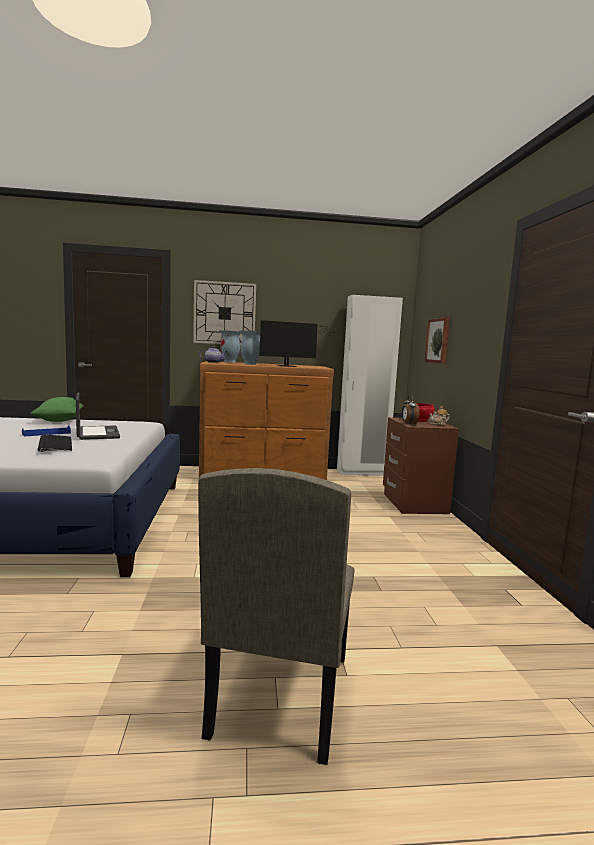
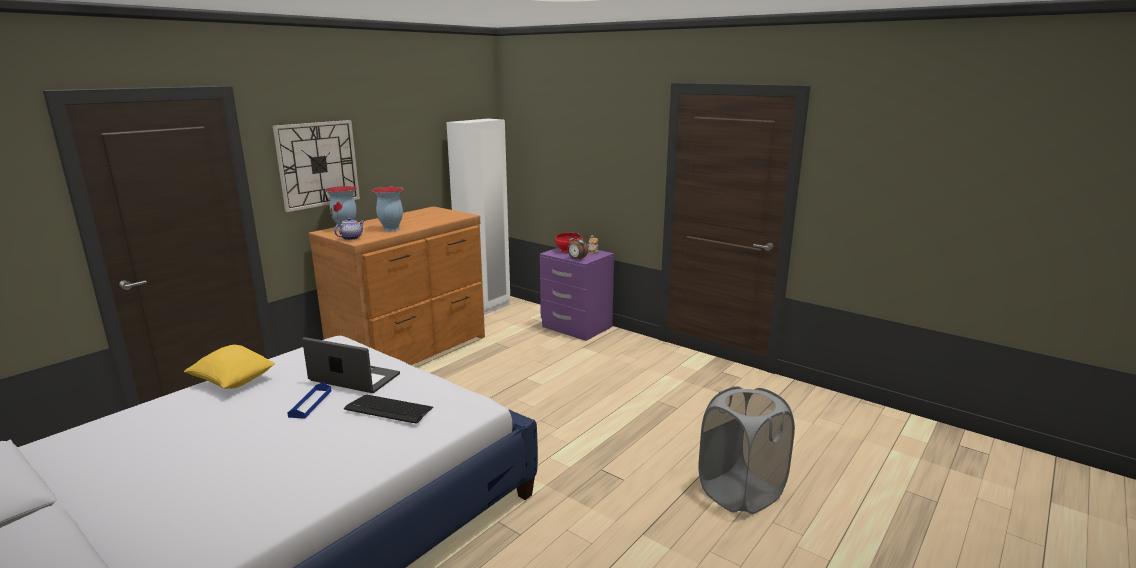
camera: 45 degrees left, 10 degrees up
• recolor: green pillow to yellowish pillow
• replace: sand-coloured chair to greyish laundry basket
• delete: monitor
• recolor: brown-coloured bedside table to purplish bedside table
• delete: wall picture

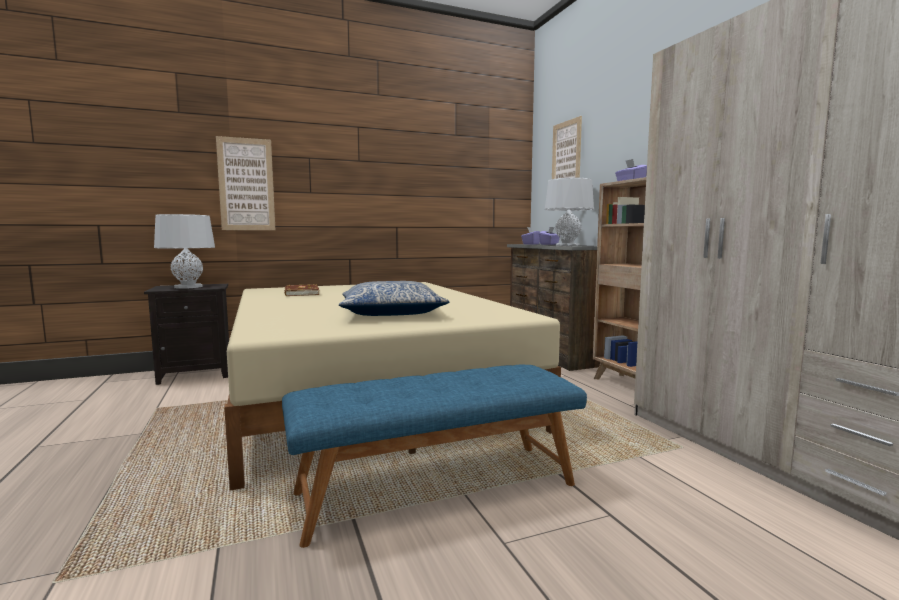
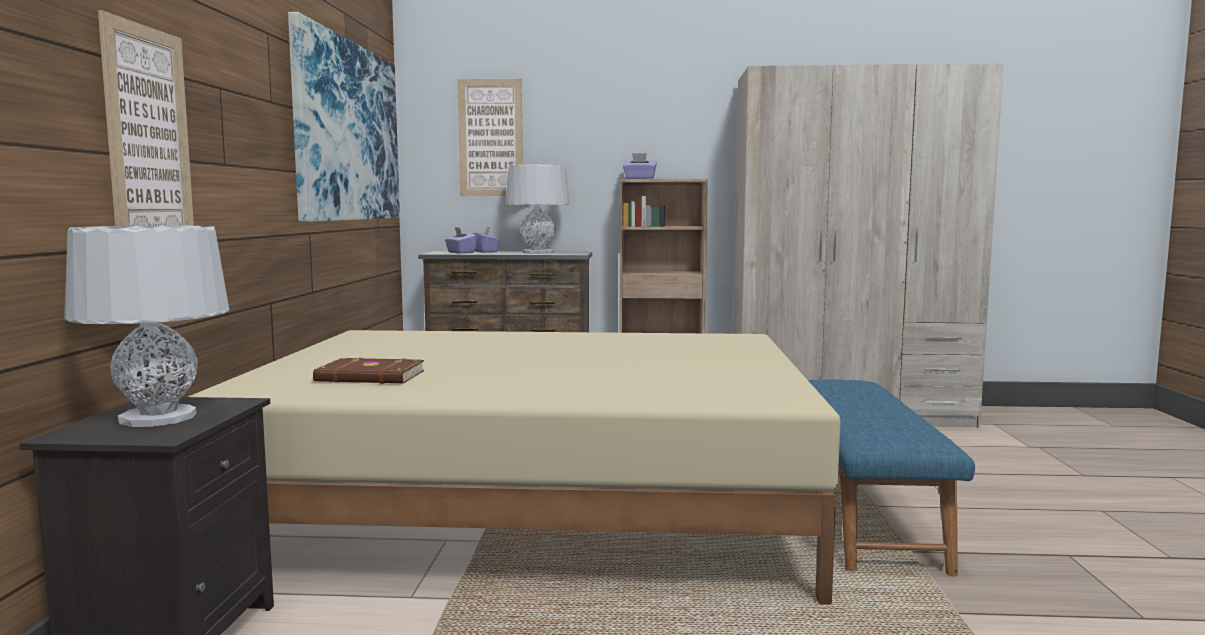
camera: 65 degrees left, 0 degrees up
• delete: pillow
• insert: wall picture (2nd from left)

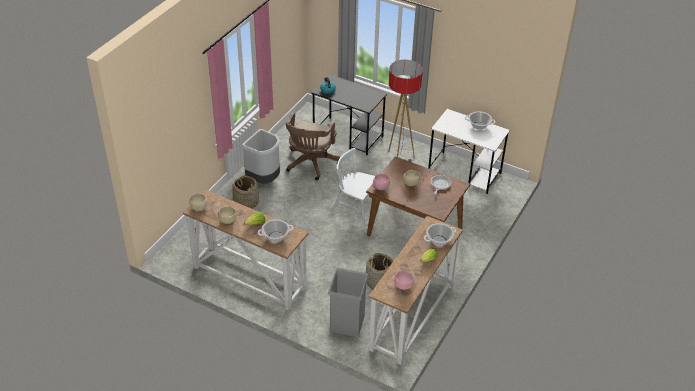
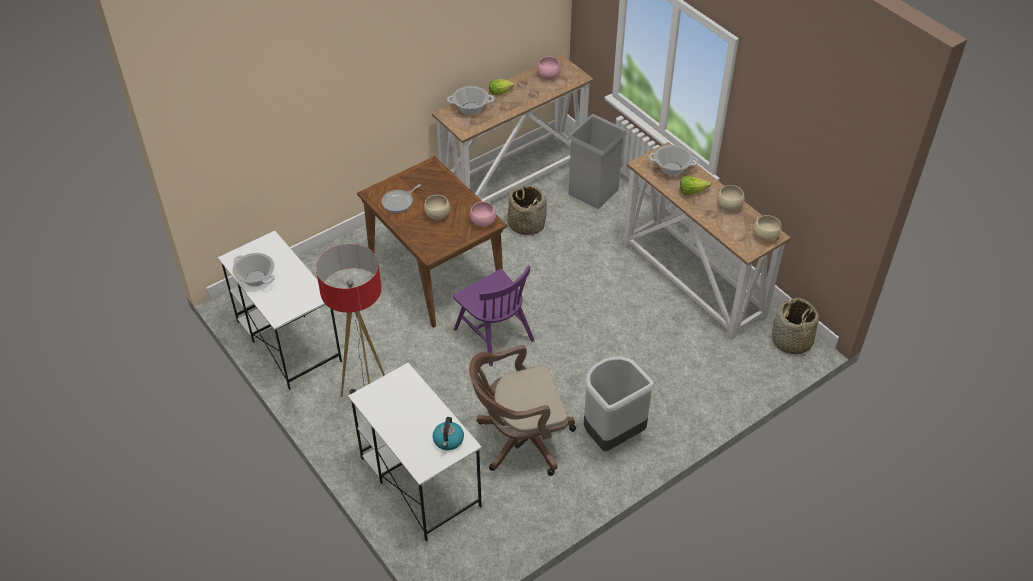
camera: 155 degrees left, 5 degrees up
• move: basket (1st from left in the first image) to basket (2nd from left)
• rotate: brown-coloured office chair 150 degrees counterclockwise
• recolor: black desk unit to whitish desk unit (2nd from left)
• recolor: whitish chair to purplish chair

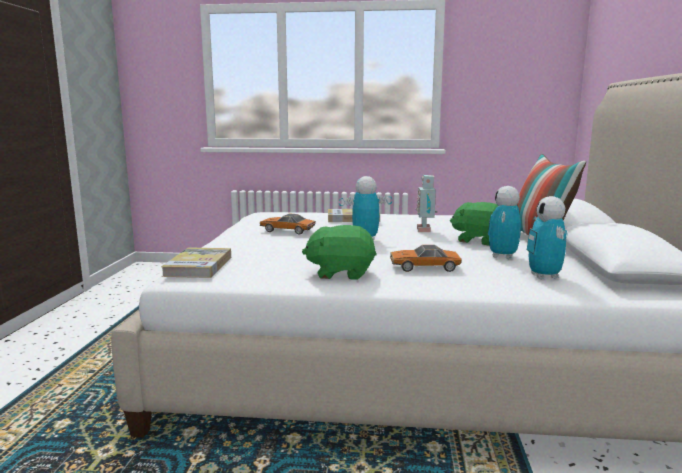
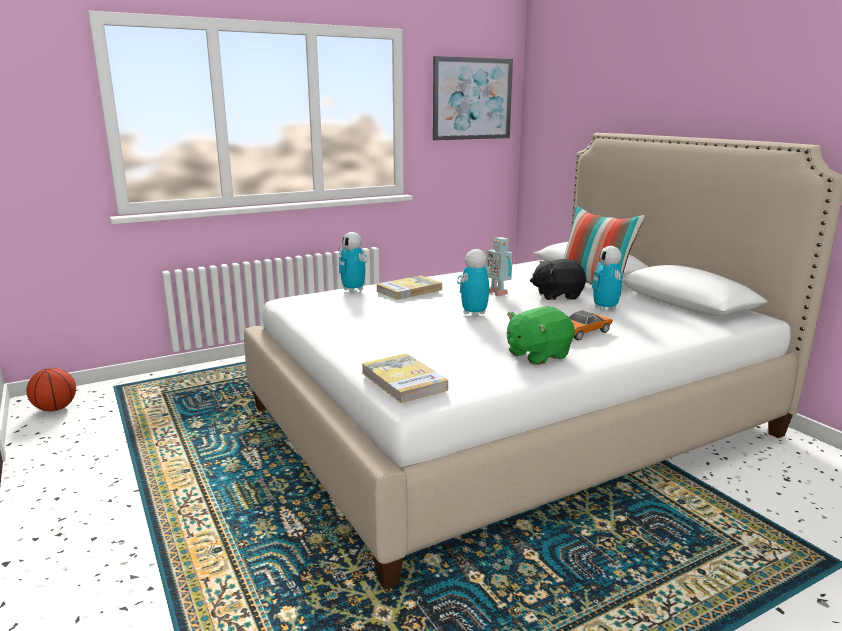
camera: 35 degrees left, 5 degrees up
• delete: miniature car (1st from left)
• recolor: green cuddly toy (2nd from left) to black cuddly toy
• move: toy robot (4th from left in the first image) to toy robot (1st from left)
• insert: basketball
• insert: wall picture

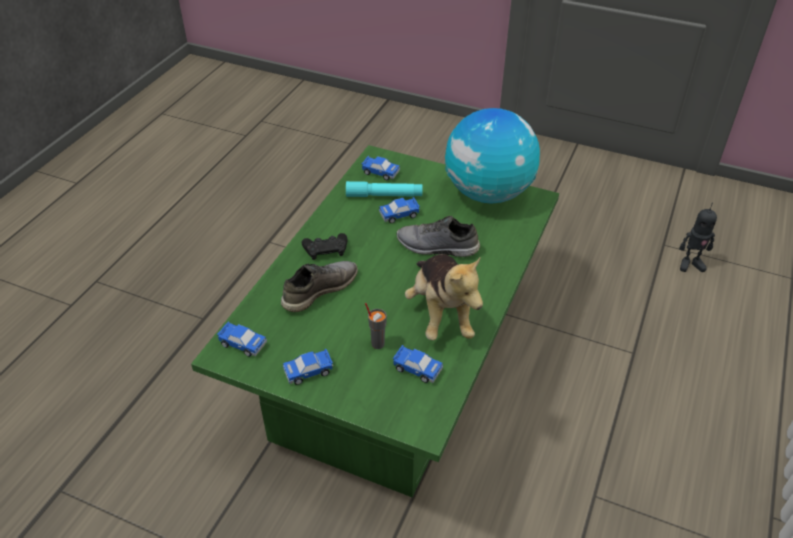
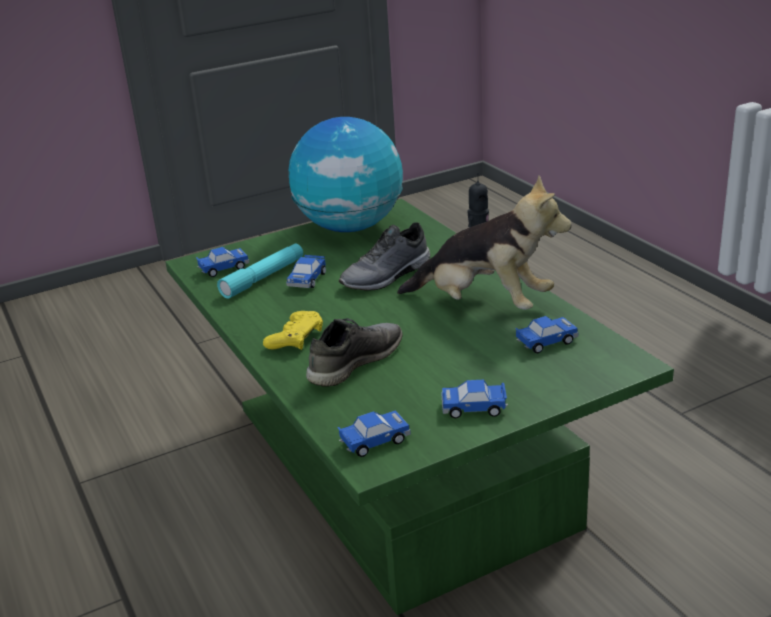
camera: 50 degrees left, 15 degrees down
• rotate: greyish shoe (1st from left) 45 degrees clockwise
• rotate: miniature car (2nd from left in the first image) 75 degrees clockwise
• recolor: black joypad to yellowish joypad
• delete: greyish cup

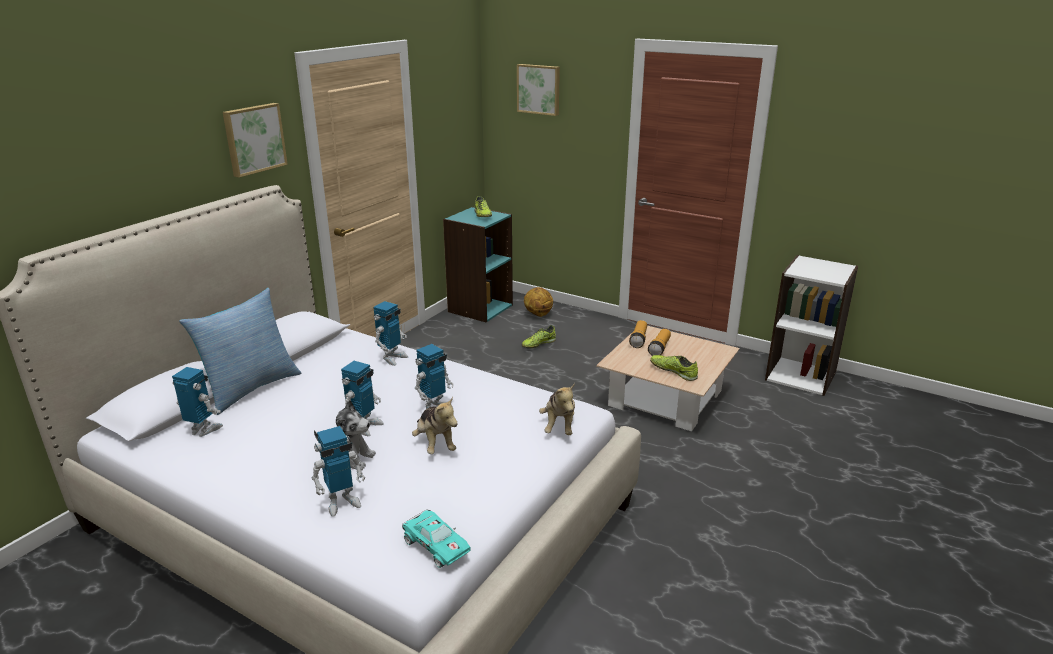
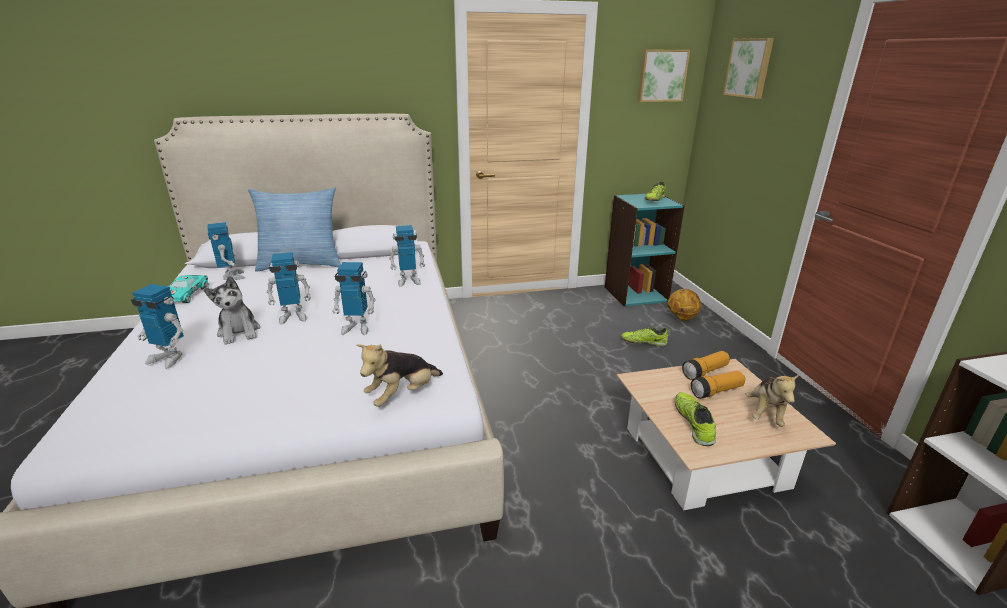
camera: 45 degrees right, 0 degrees up
• move: wall picture (1st from left)
• move: turquoise-coloured miniature car
• move: cuddly toy (2nd from left in the first image) to cuddly toy (3rd from left)

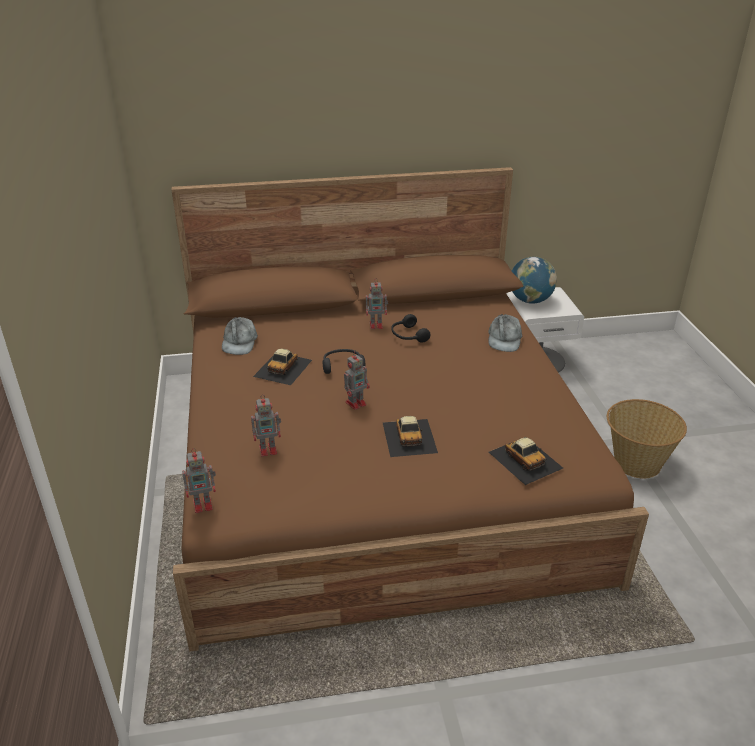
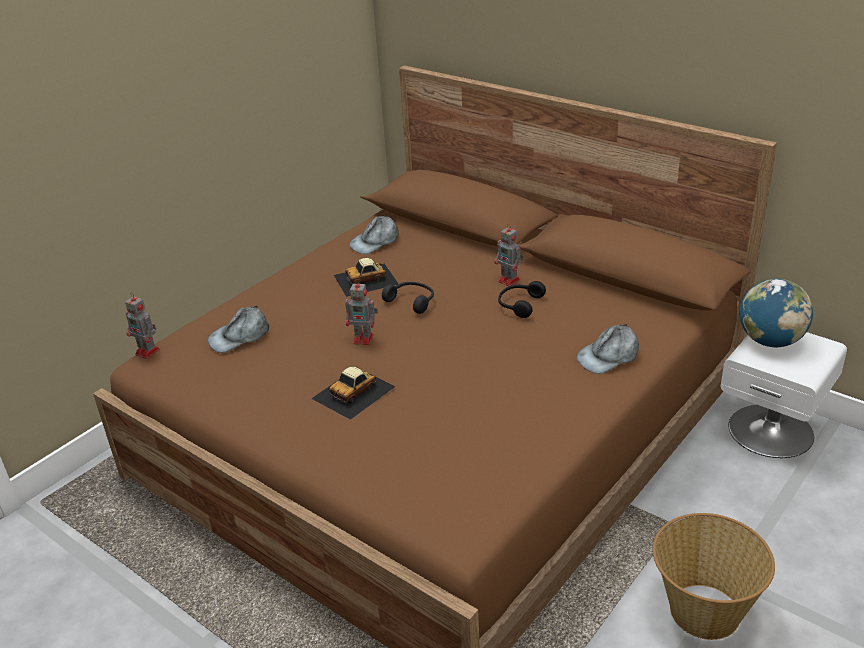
camera: 50 degrees right, 0 degrees up
• replace: toy robot (2nd from left) to greyish cap (1st from left)
• delete: miniature car (3rd from left)

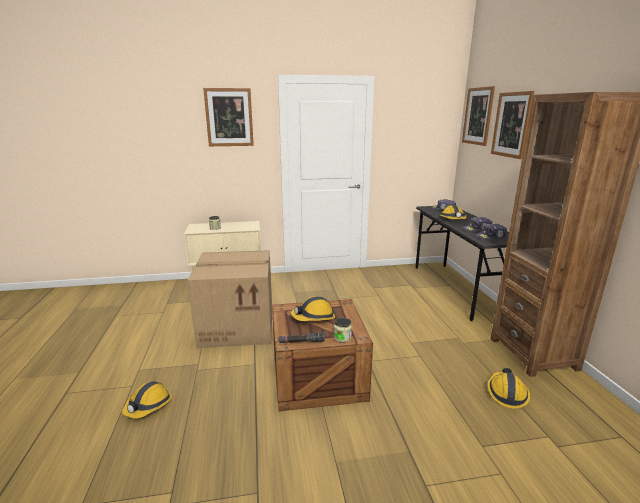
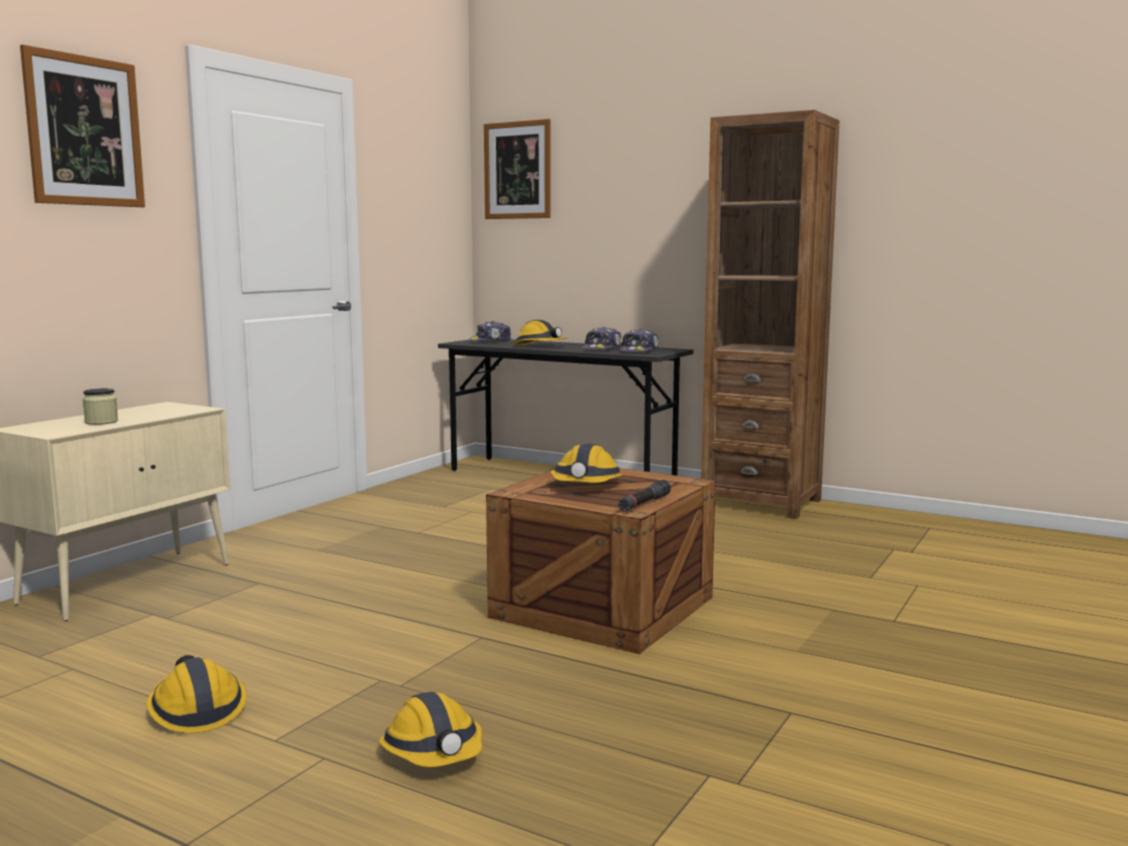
camera: 50 degrees left, 10 degrees down
• delete: cardboard box
• delete: preserve jar (2nd from left)
• move: safety helmet (4th from left in the first image) to safety helmet (1st from left)
• delete: wall picture (3rd from left)

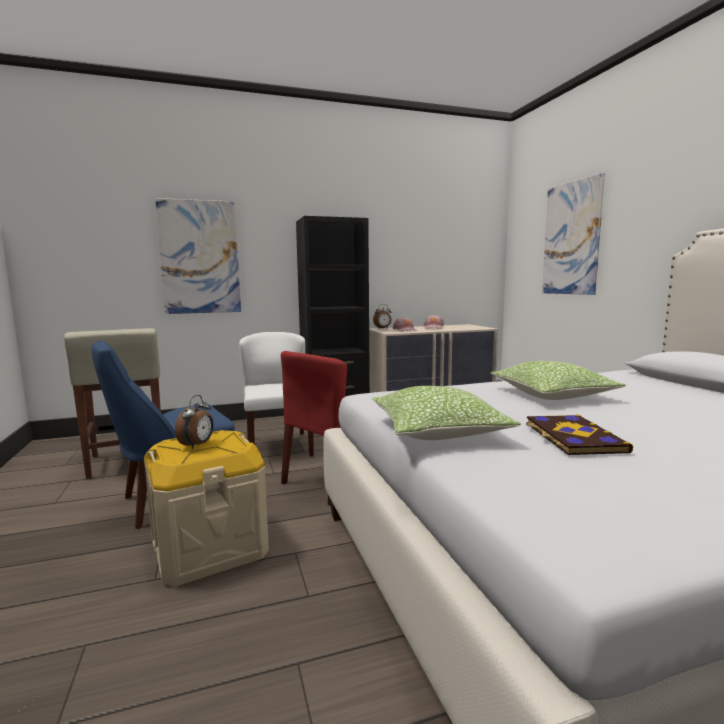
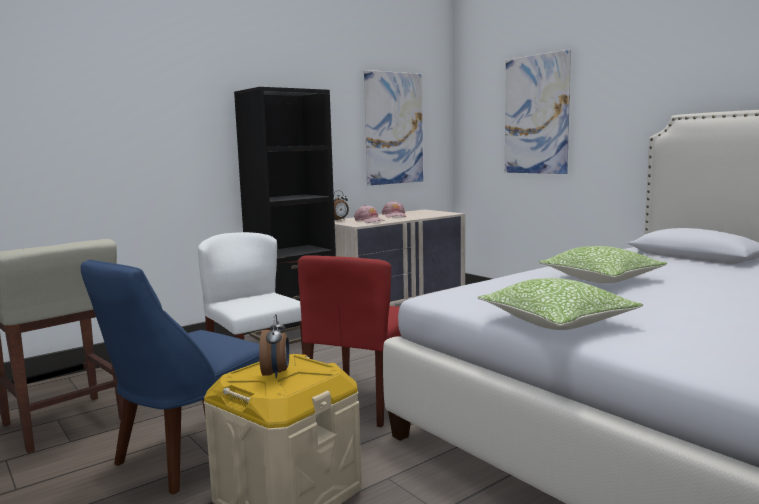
camera: 20 degrees left, 0 degrees up
• move: wall picture (1st from left)
• delete: volume

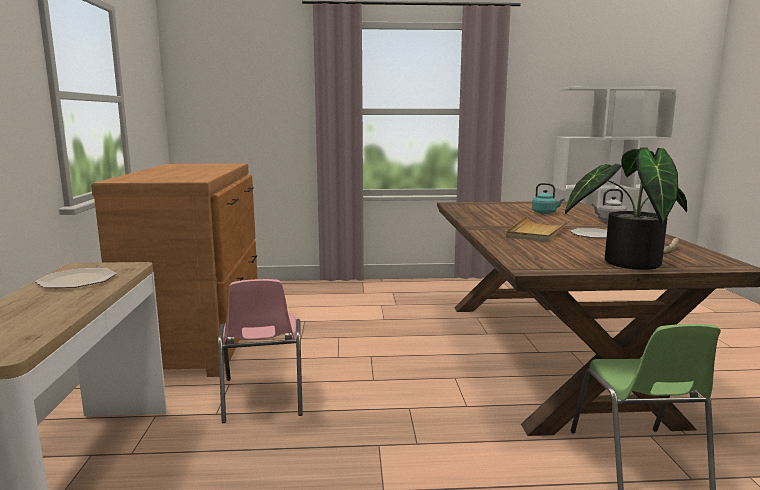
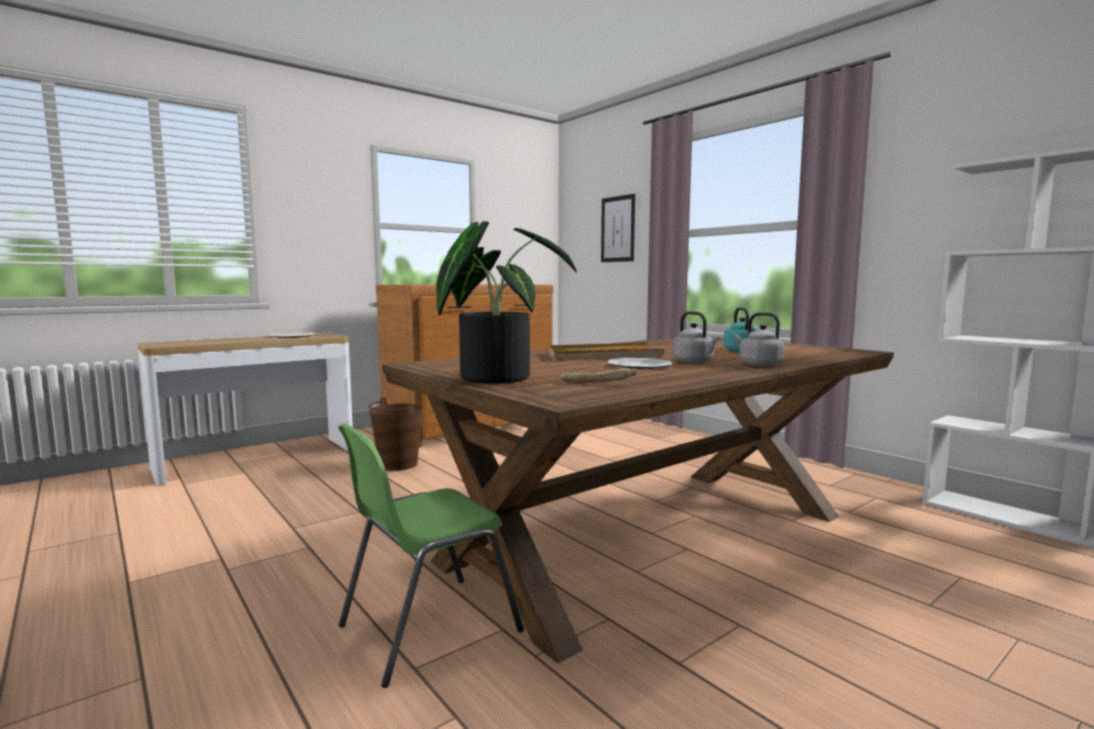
camera: 55 degrees right, 5 degrees down
• replace: pink-coloured chair to brown-coloured pail
• insert: wall picture
• insert: greyish water kettle (1st from left)

